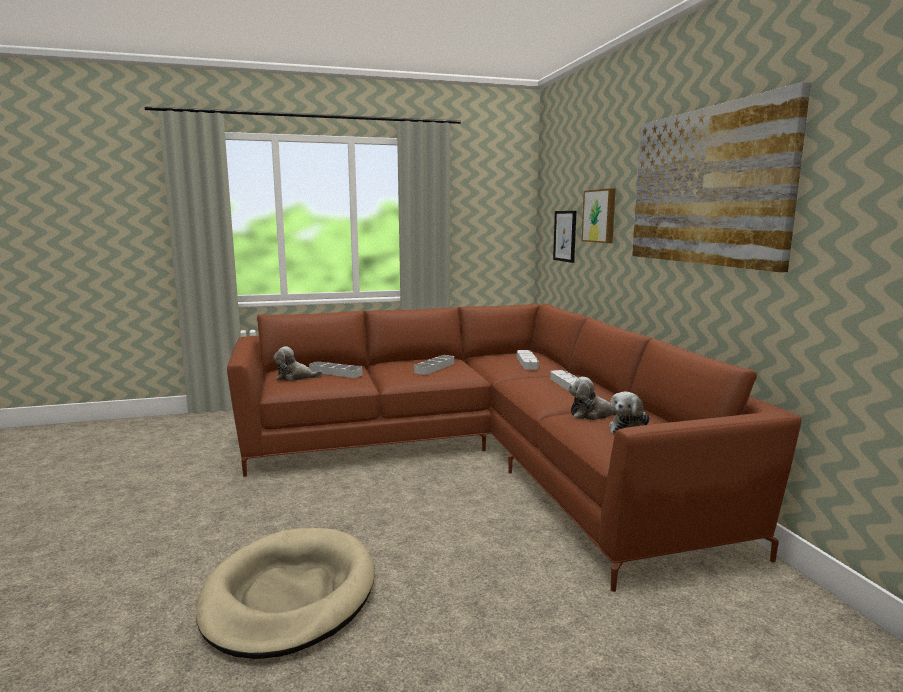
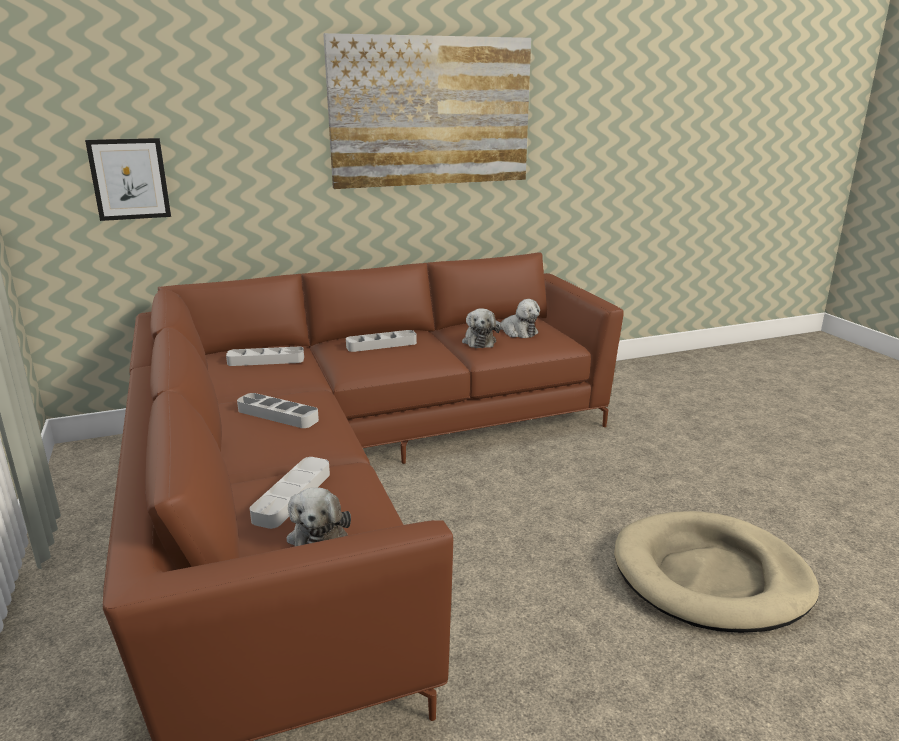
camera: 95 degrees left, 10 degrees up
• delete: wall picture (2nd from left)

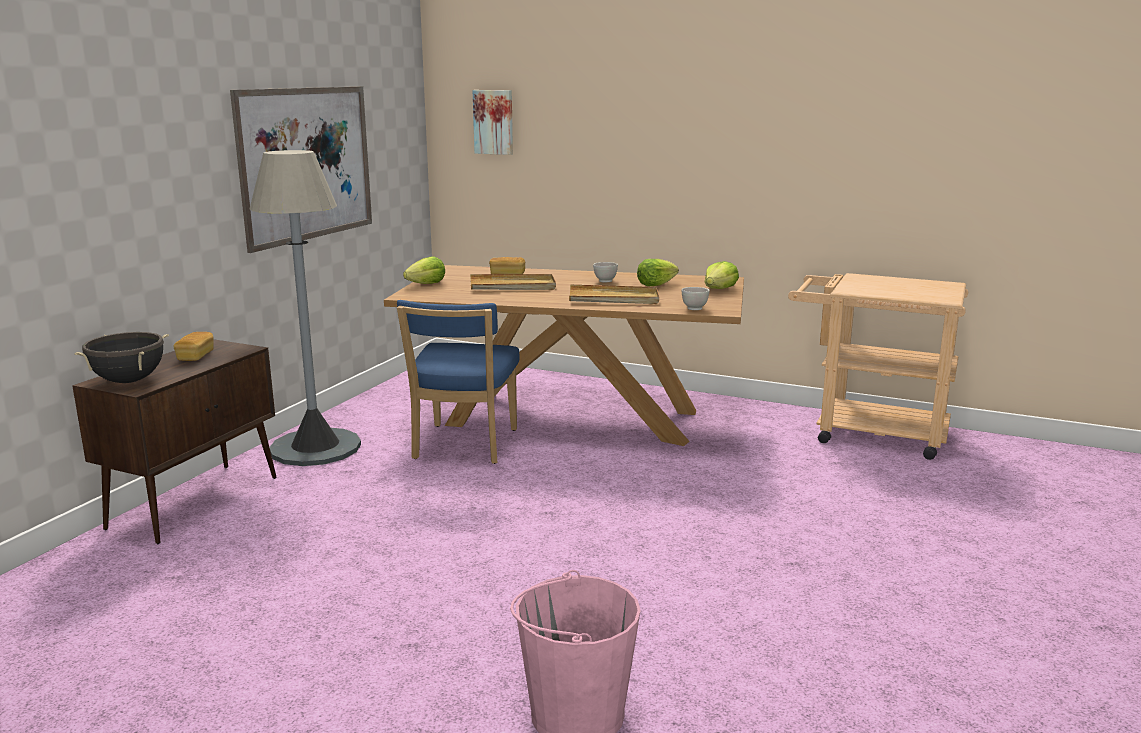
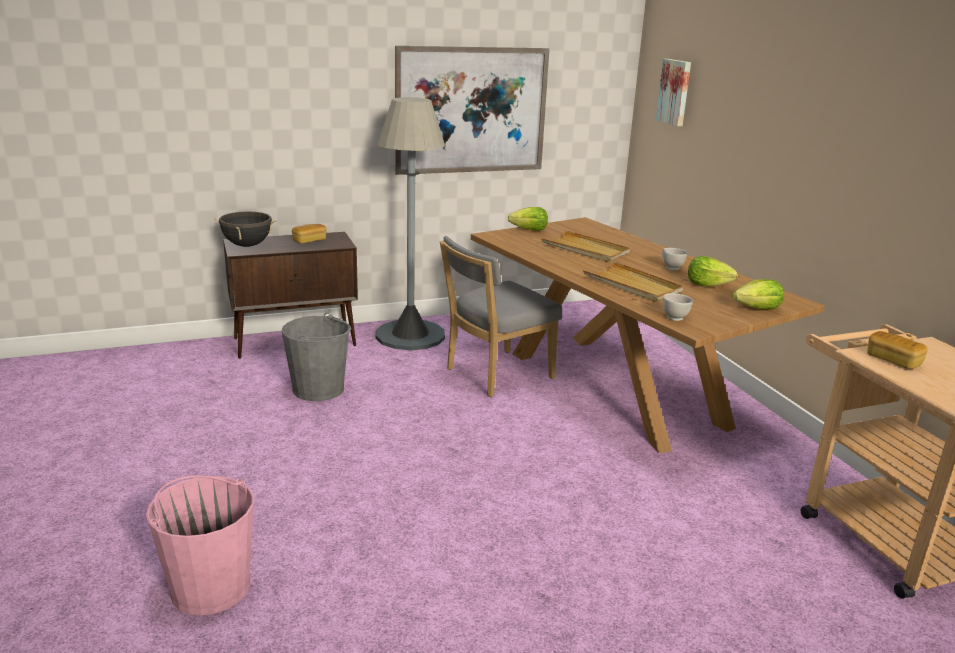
camera: 45 degrees right, 5 degrees up
• recolor: bluish chair to greyish chair
• move: bread (2nd from left)
• insert: greyish pail

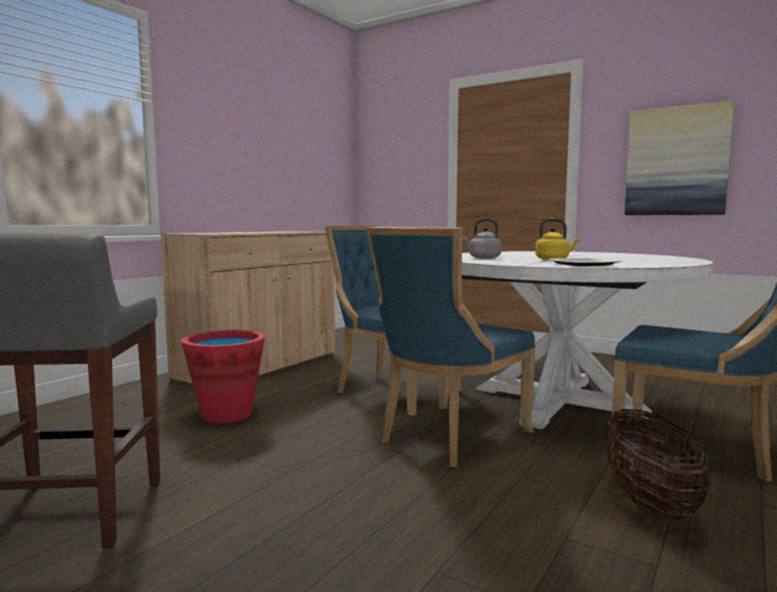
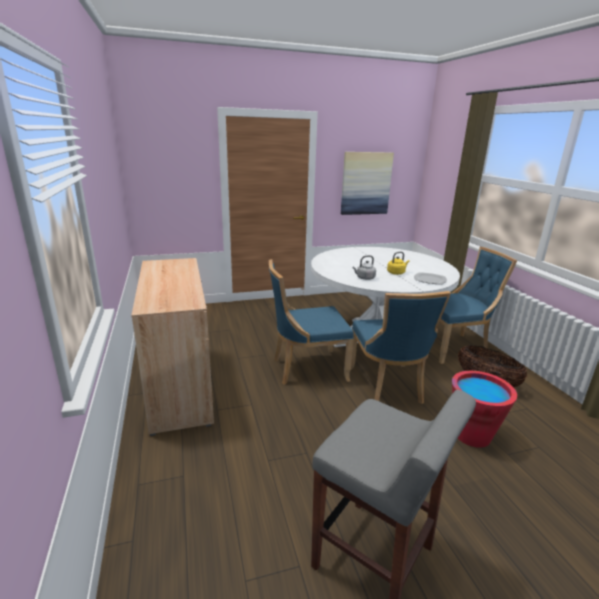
camera: 50 degrees left, 15 degrees up
• move: red-coloured pail

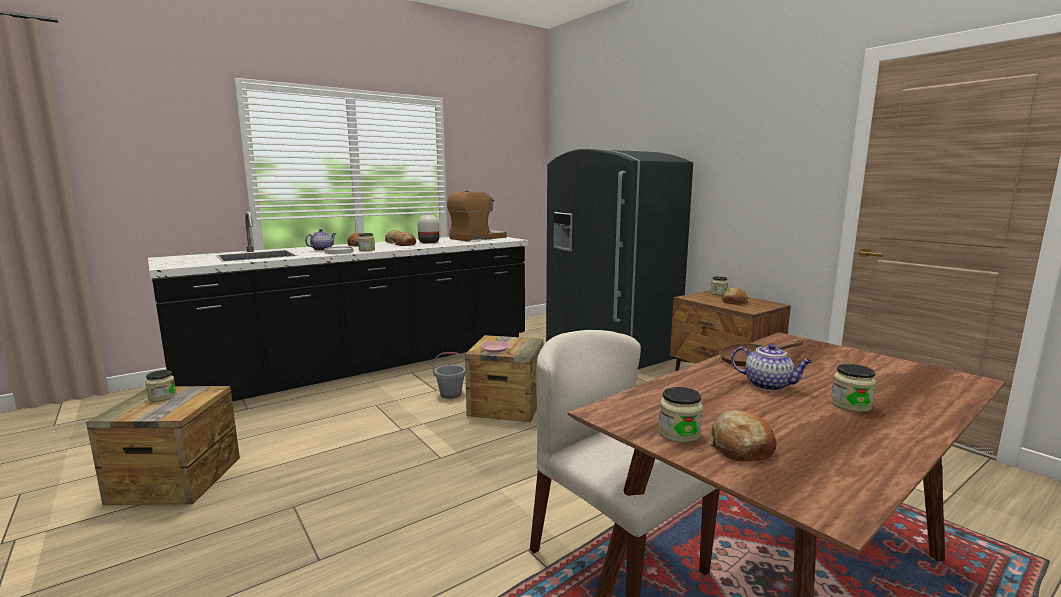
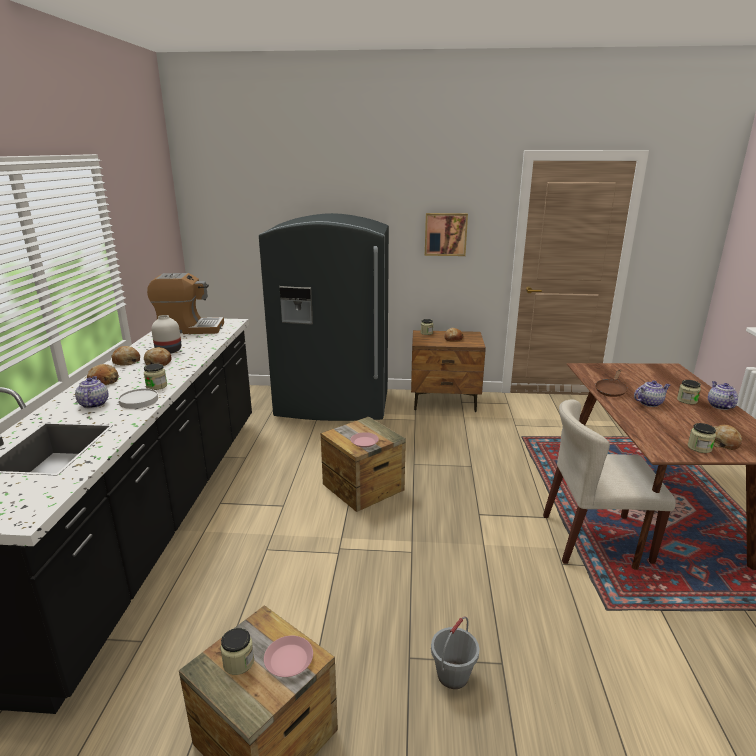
camera: 50 degrees left, 10 degrees up
• move: greyish pail
• rotate: coffee brewer 90 degrees clockwise
• insert: pink-coloured dinner plate (1st from left)
• insert: wall picture
• insert: tea pot (3rd from left)

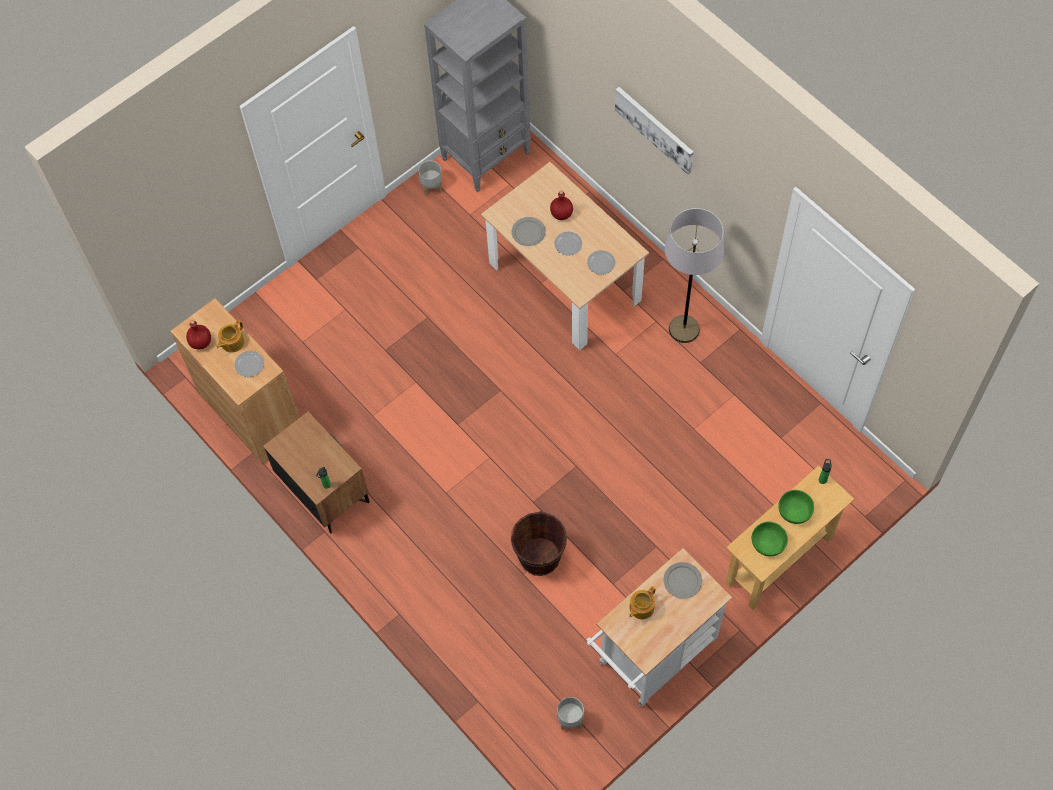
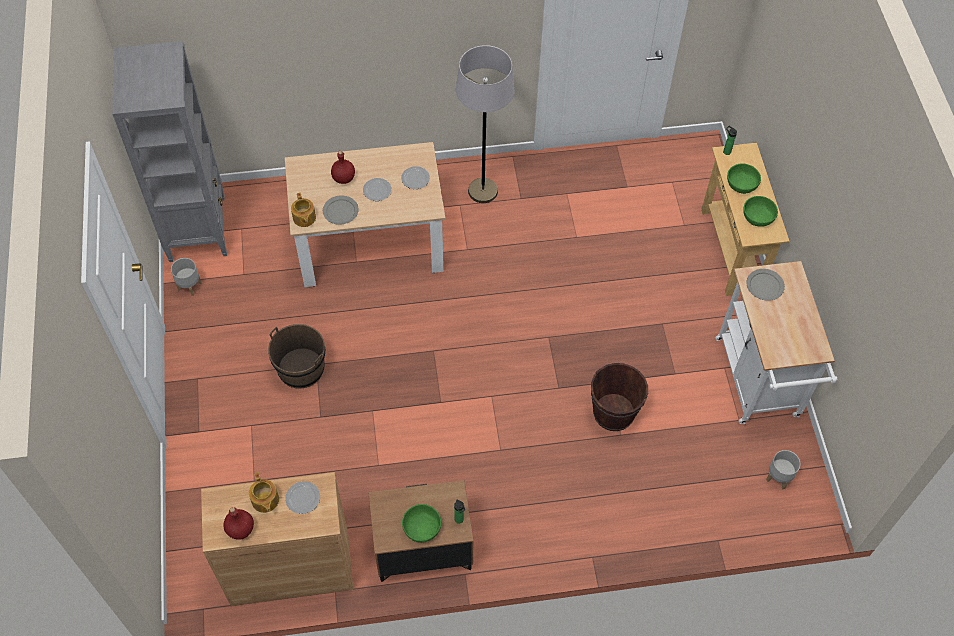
camera: 60 degrees left, 5 degrees down
• delete: wall picture
• move: tea pot (2nd from left)
• insert: brown-coloured pail (1st from left)
• insert: green serving bowl (1st from left)

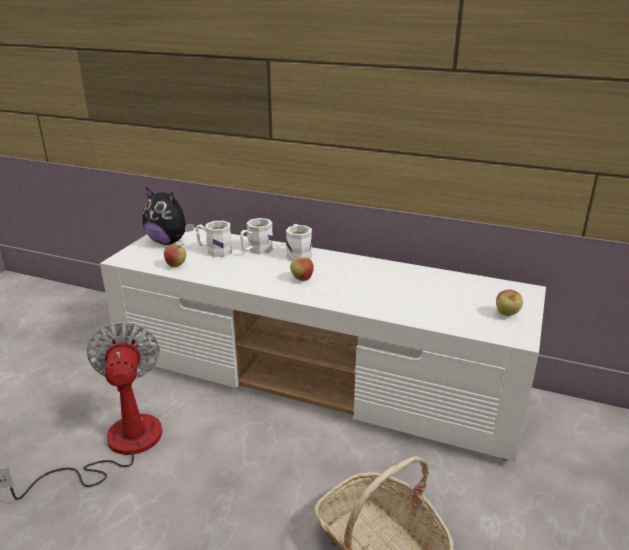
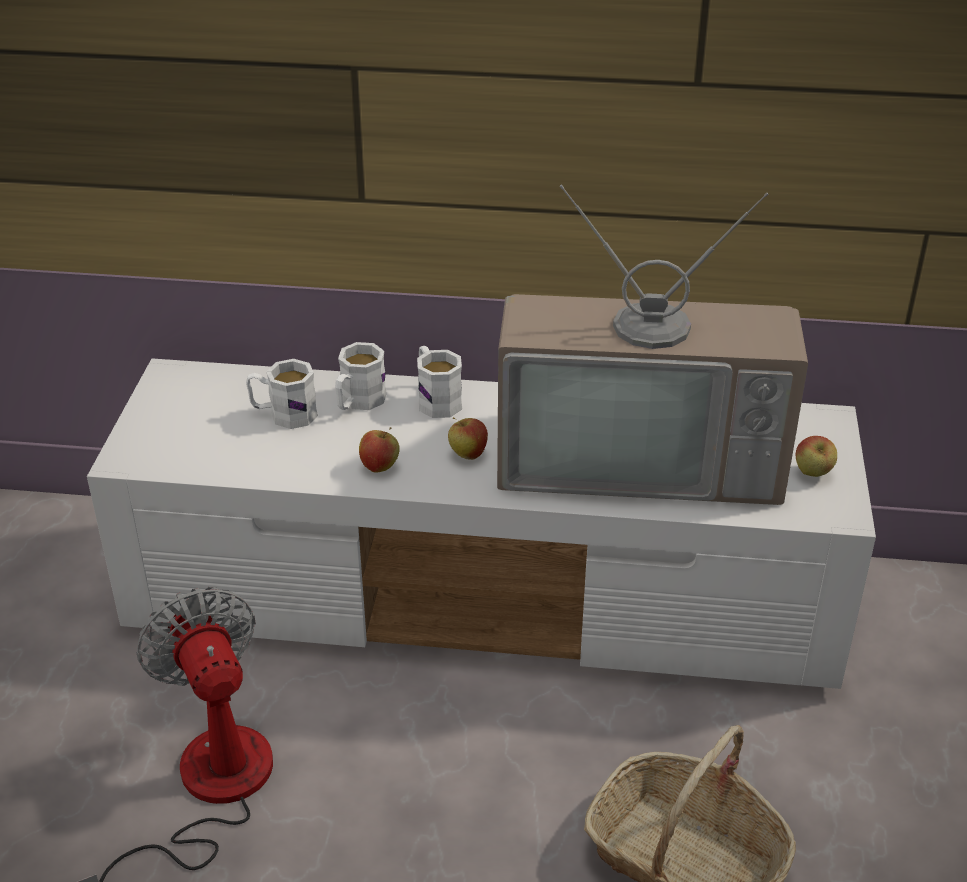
camera: 15 degrees left, 10 degrees up
• delete: cuddly toy
• move: apple (1st from left)
• insert: television

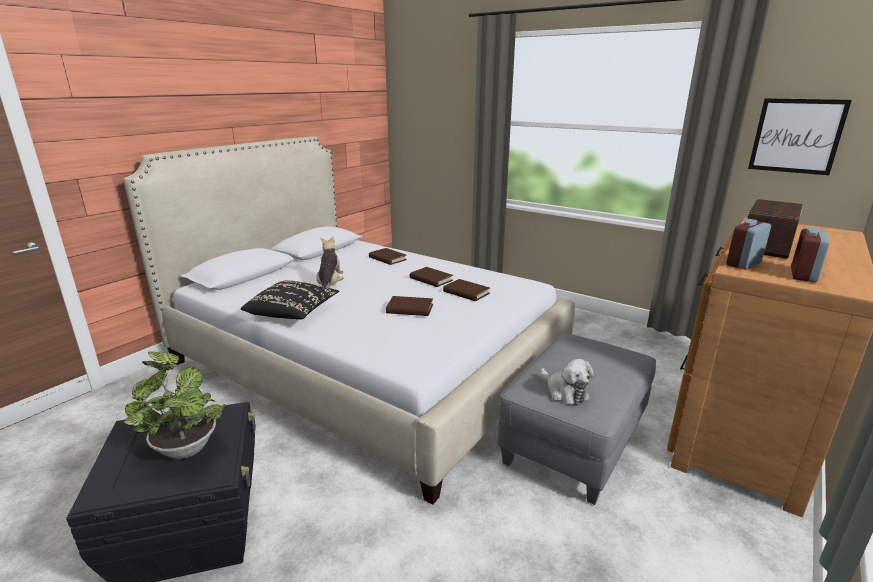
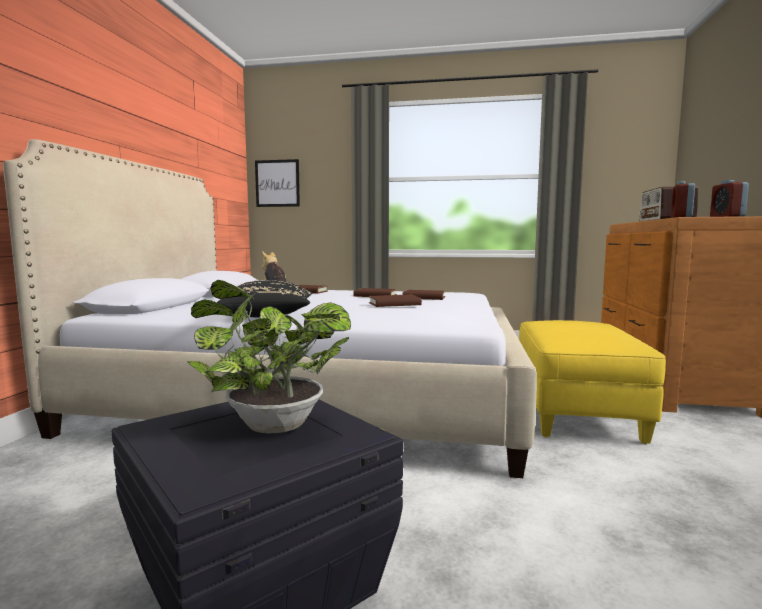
camera: 25 degrees left, 15 degrees down
• recolor: greyish pouffe to yellowish pouffe
• delete: cuddly toy (2nd from left)
• move: wall picture

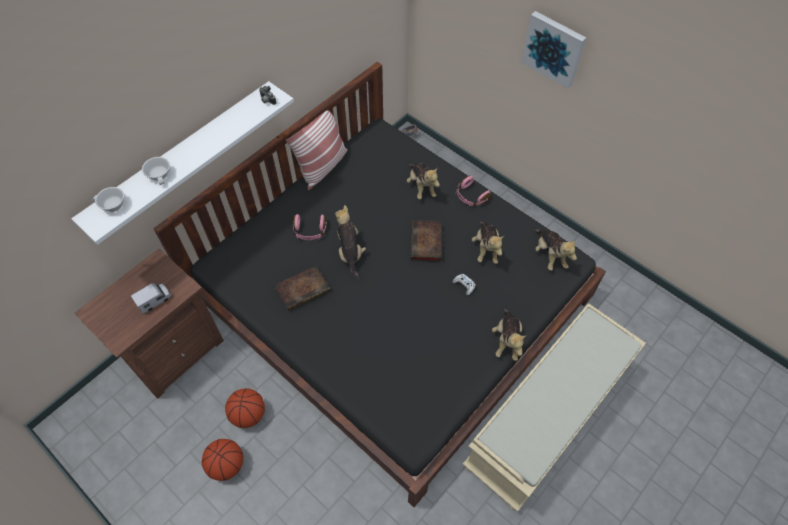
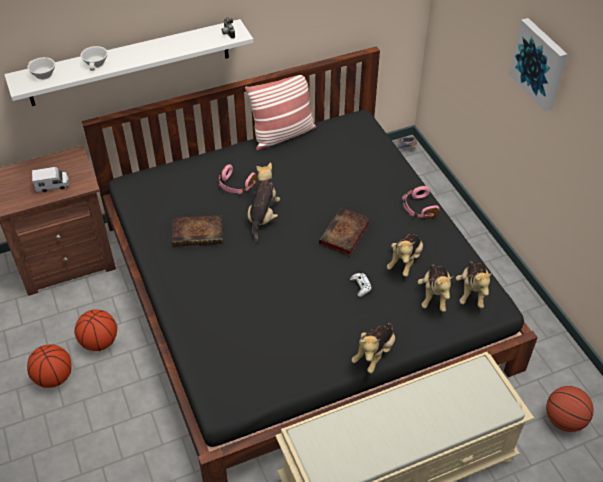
camera: 25 degrees right, 10 degrees down
• move: cuddly toy (2nd from left in the first image) to cuddly toy (4th from left)
• insert: basketball (3rd from left)

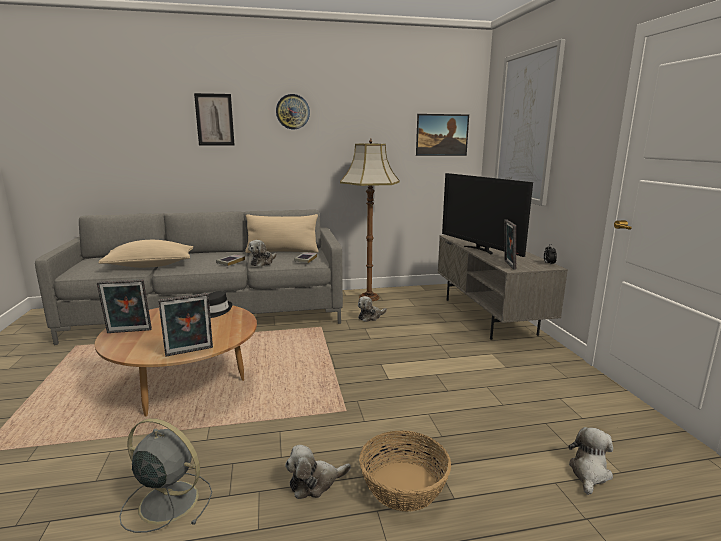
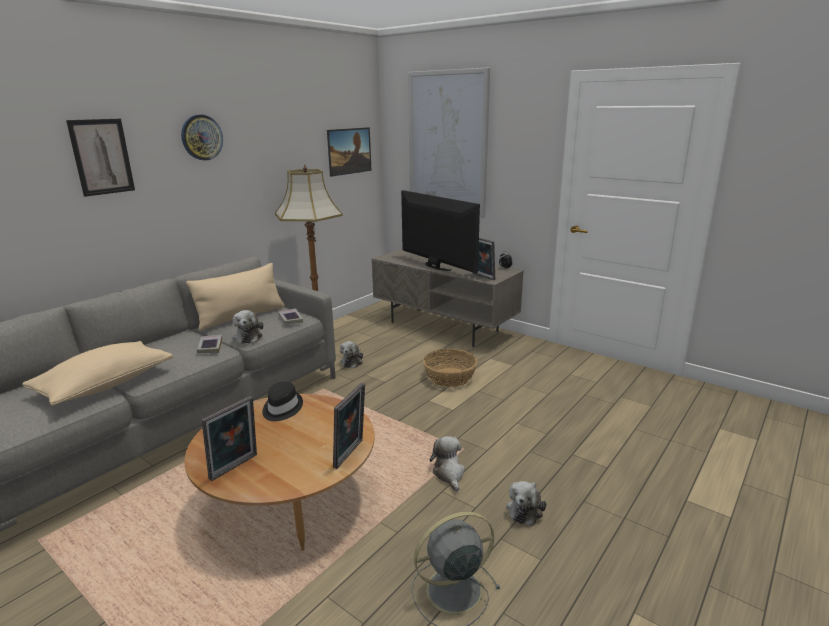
camera: 40 degrees left, 5 degrees up
• move: basket
• rotate: television 150 degrees counterclockwise
• move: cuddly toy (4th from left in the first image) to cuddly toy (3rd from left)

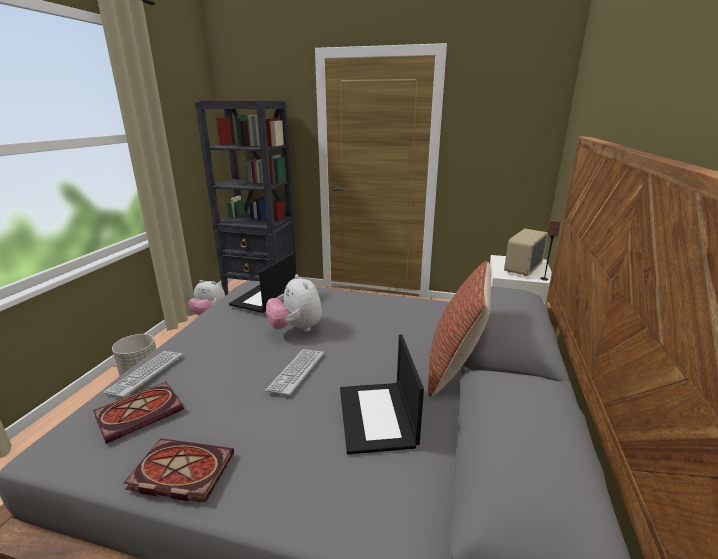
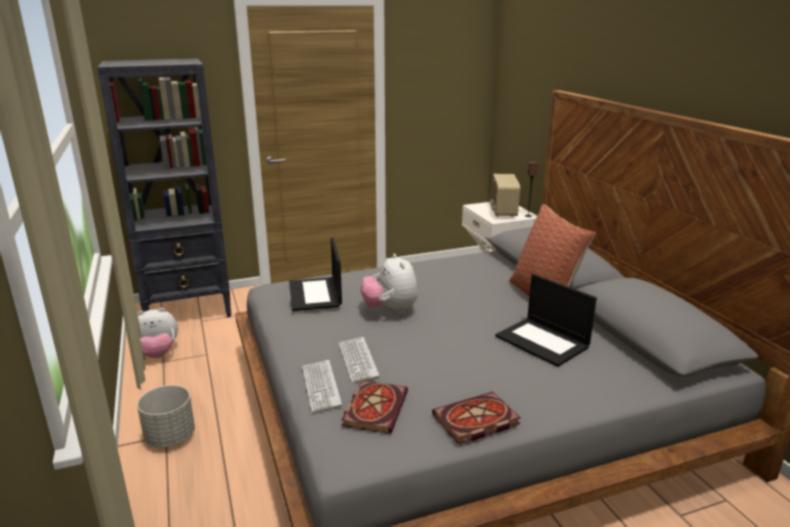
camera: 35 degrees left, 0 degrees up
• move: PC keyboard (2nd from left)
• rotate: cuddly toy (2nd from left) 45 degrees clockwise

